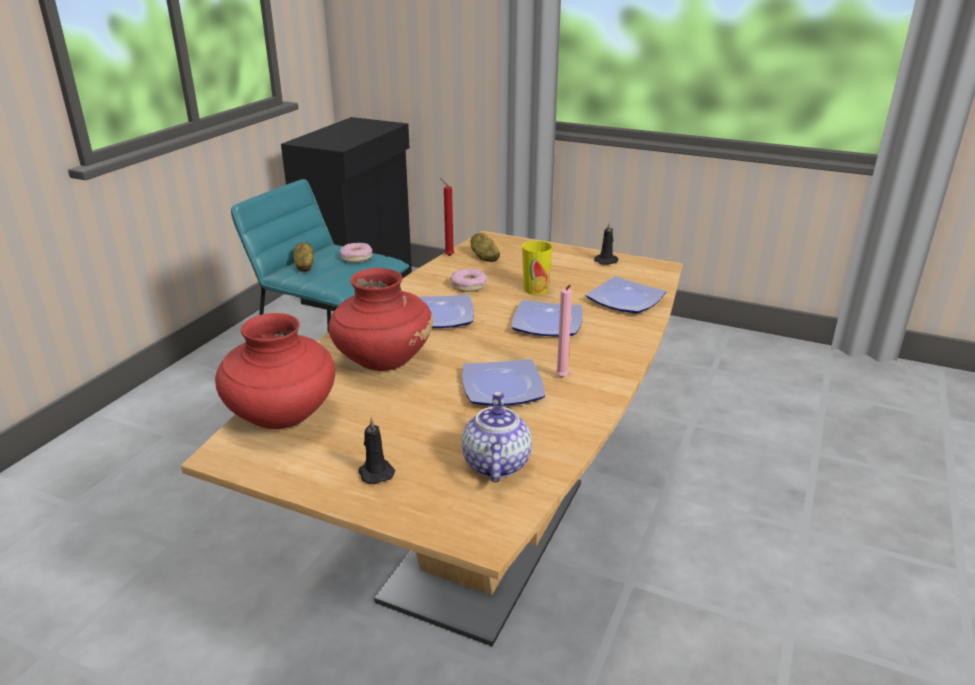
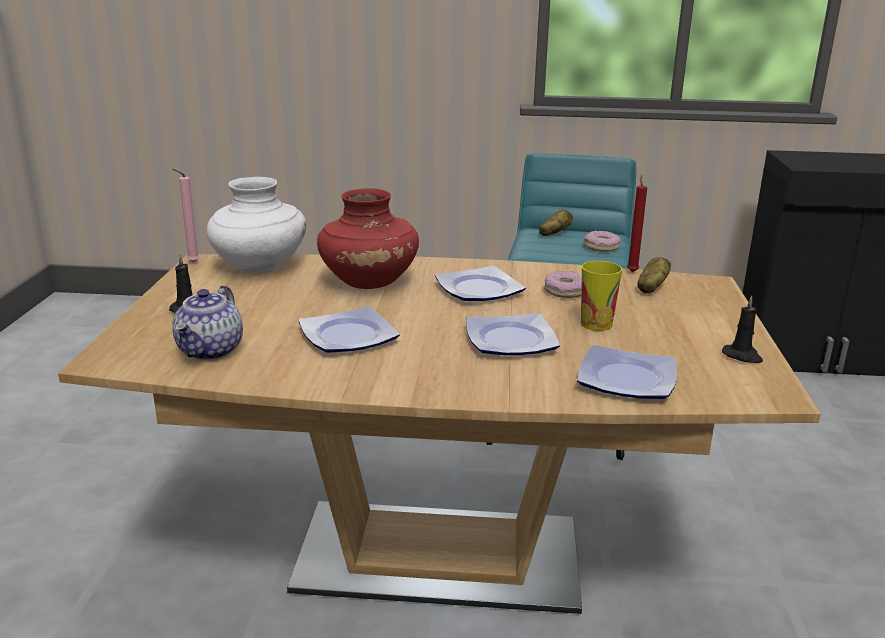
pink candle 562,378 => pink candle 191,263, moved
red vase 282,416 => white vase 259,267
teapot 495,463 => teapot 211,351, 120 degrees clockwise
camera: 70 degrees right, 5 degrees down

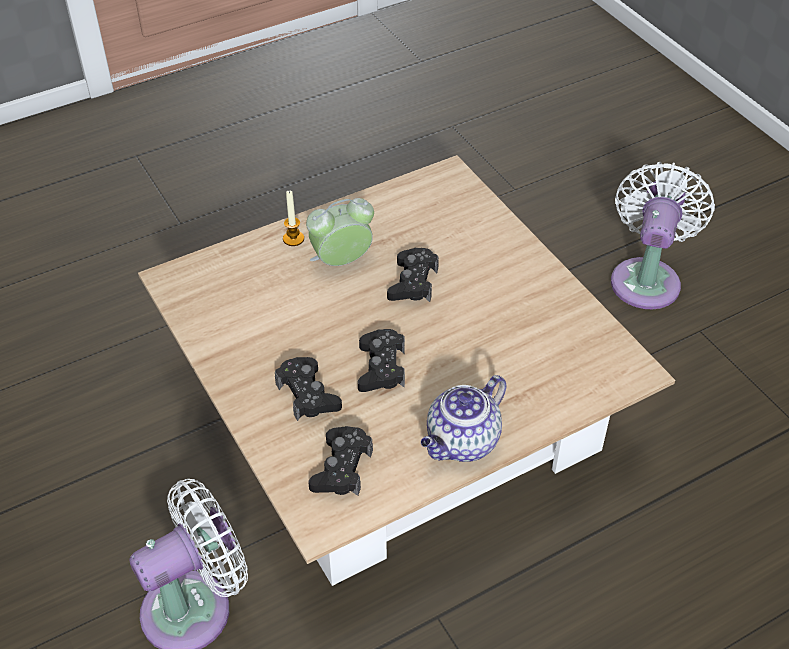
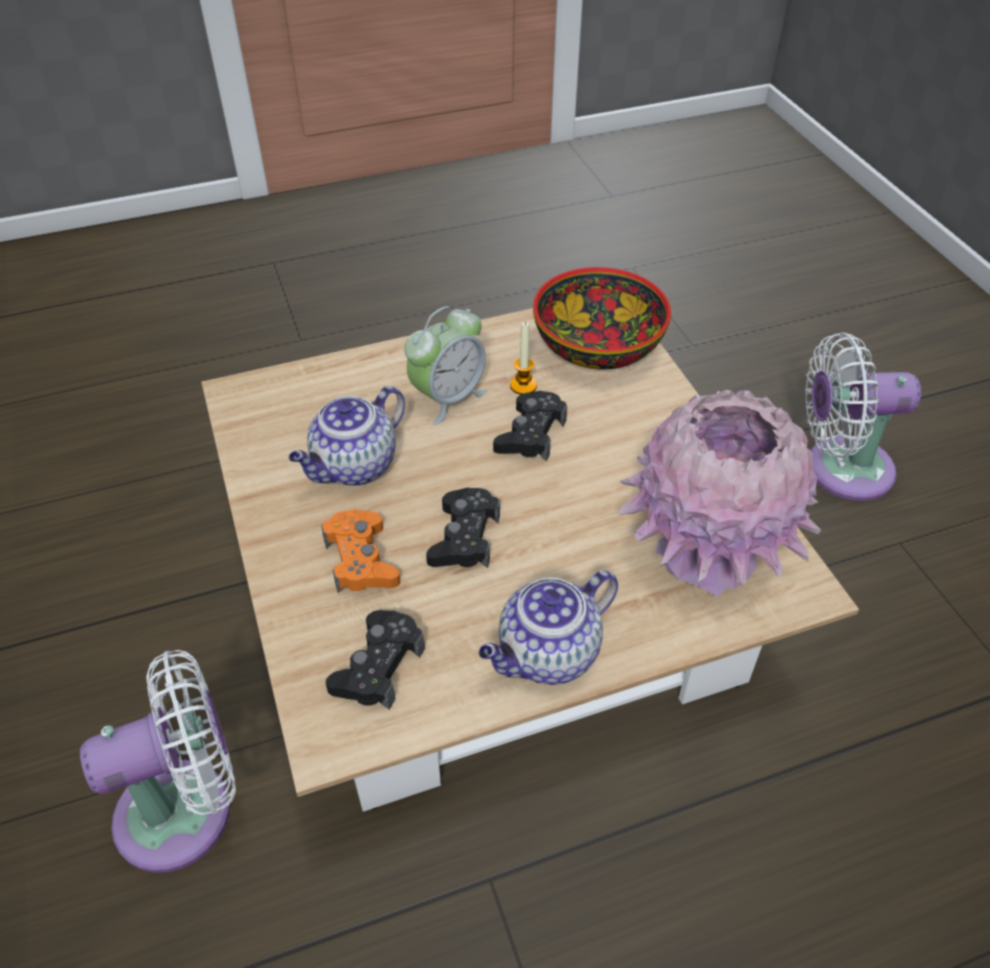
white fan 646,278 => white fan 839,469, 120 degrees counterclockwise
candle 293,239 => candle 523,385, moved
alarm clock 341,261 => alarm clock 448,398, 150 degrees clockwise
black game controller 308,395 => orange game controller 361,560
nothing => bowl 598,348
nothing => teapot 354,467
nothing => pink vase 706,555
camera: 10 degrees right, 0 degrees up

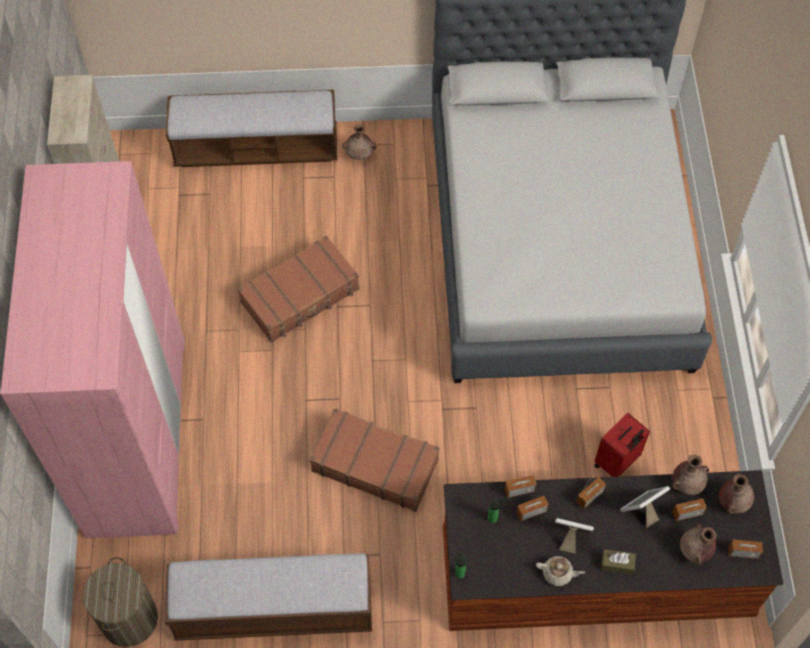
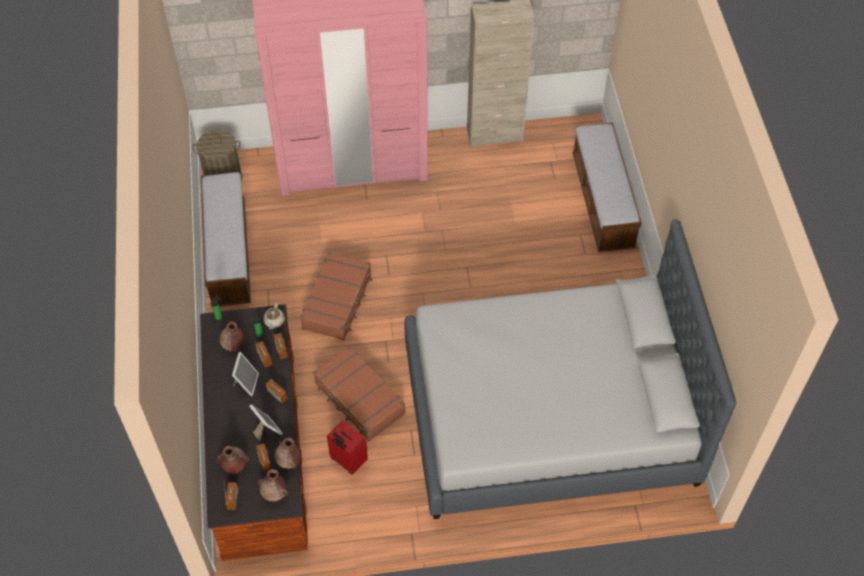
brown vase 360,155 => brown vase 233,345, moved
brown suitcase 301,296 => brown suitcase 359,399, moved
brown tissue box 617,564 => nothing
beige teapot 558,573 => beige teapot 274,321, moved
camera: 85 degrees right, 5 degrees down

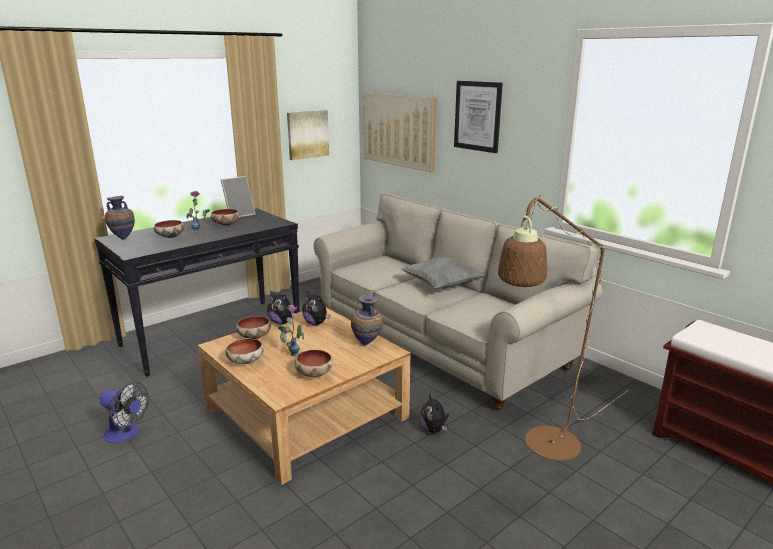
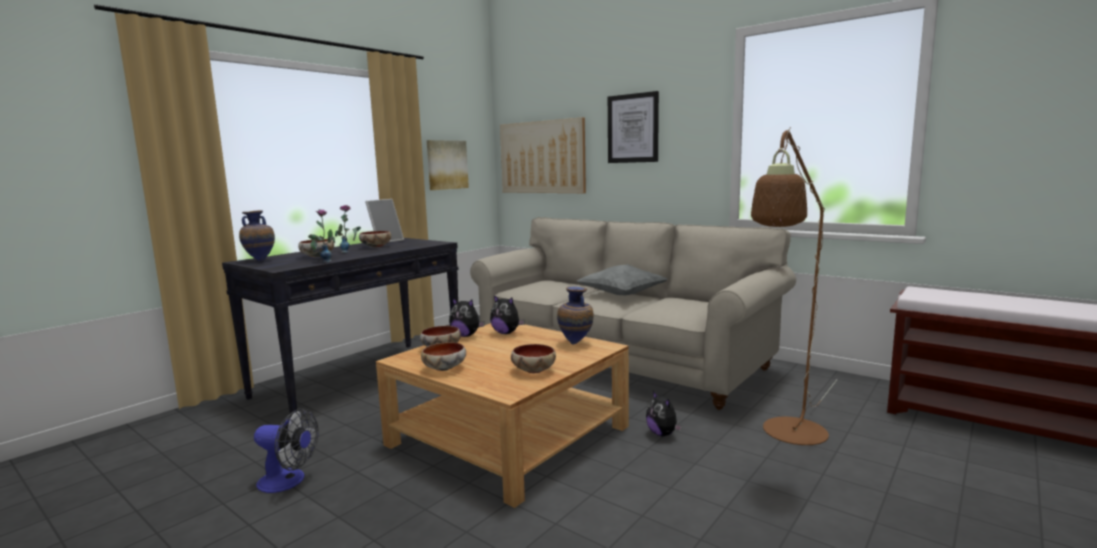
vase 292,352 => vase 323,261, moved
camera: 10 degrees left, 10 degrees down

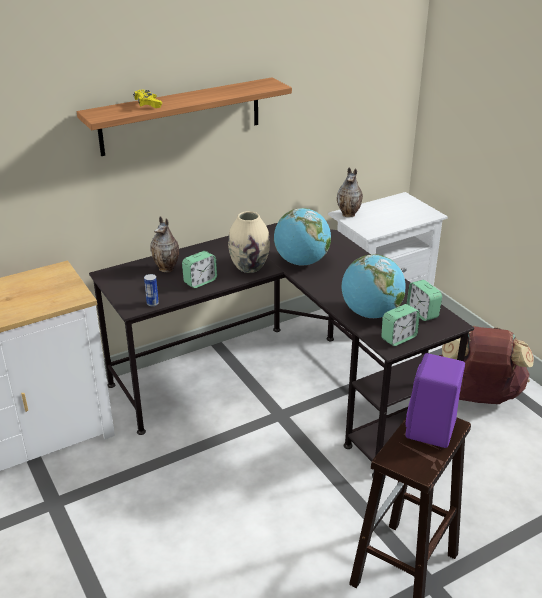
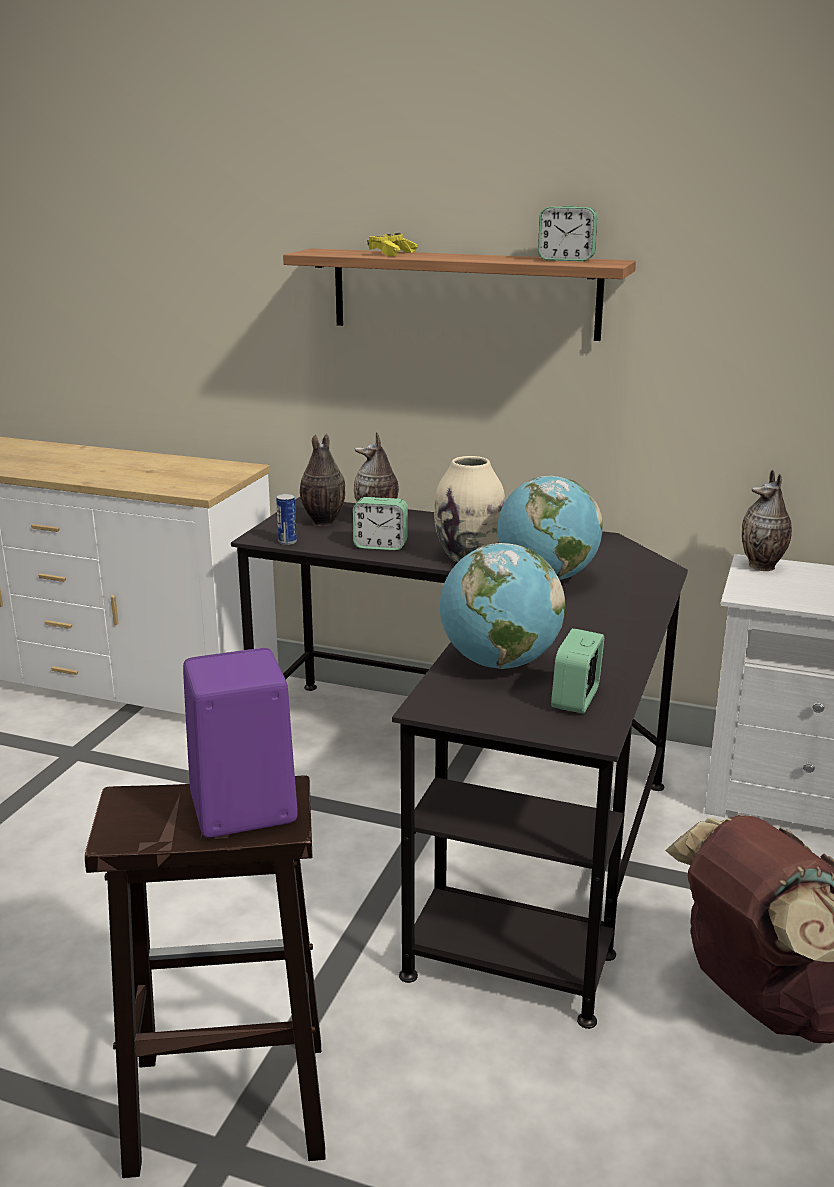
alarm clock 398,338 => alarm clock 566,259, moved
nothing => vase 322,522
camera: 50 degrees right, 10 degrees down

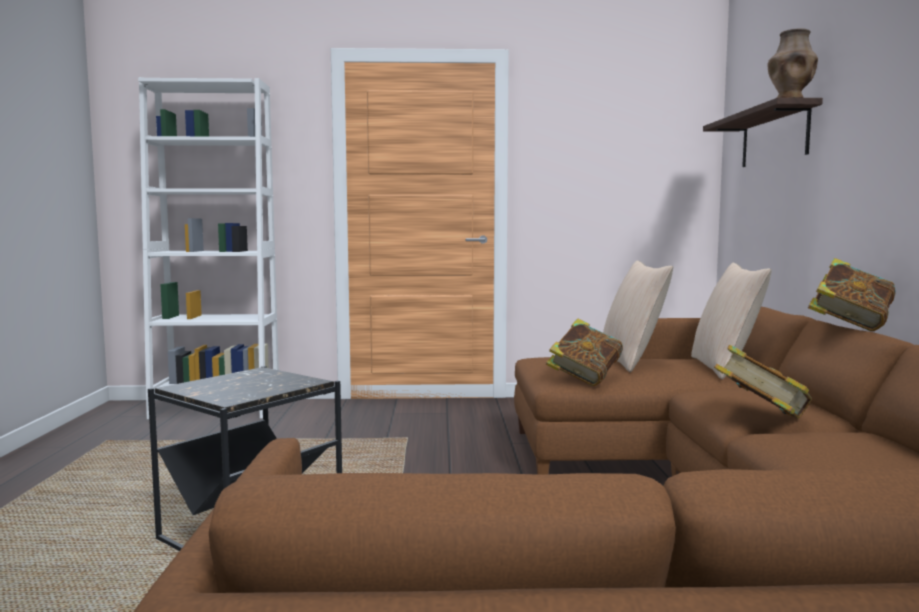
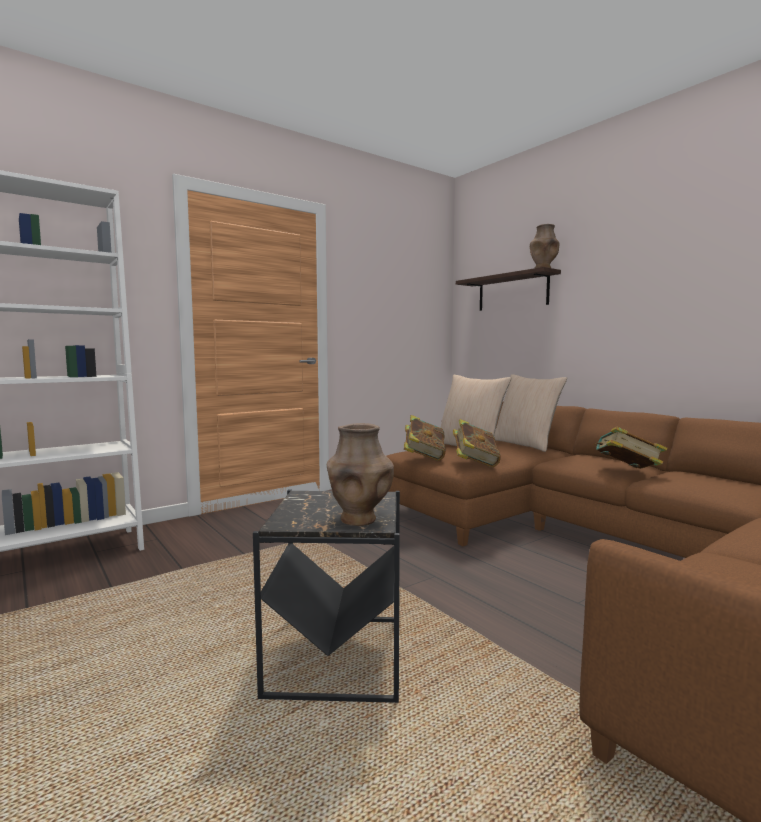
book 850,326 => book 424,457, moved
nothing => brown vase 358,520
camera: 35 degrees left, 0 degrees up

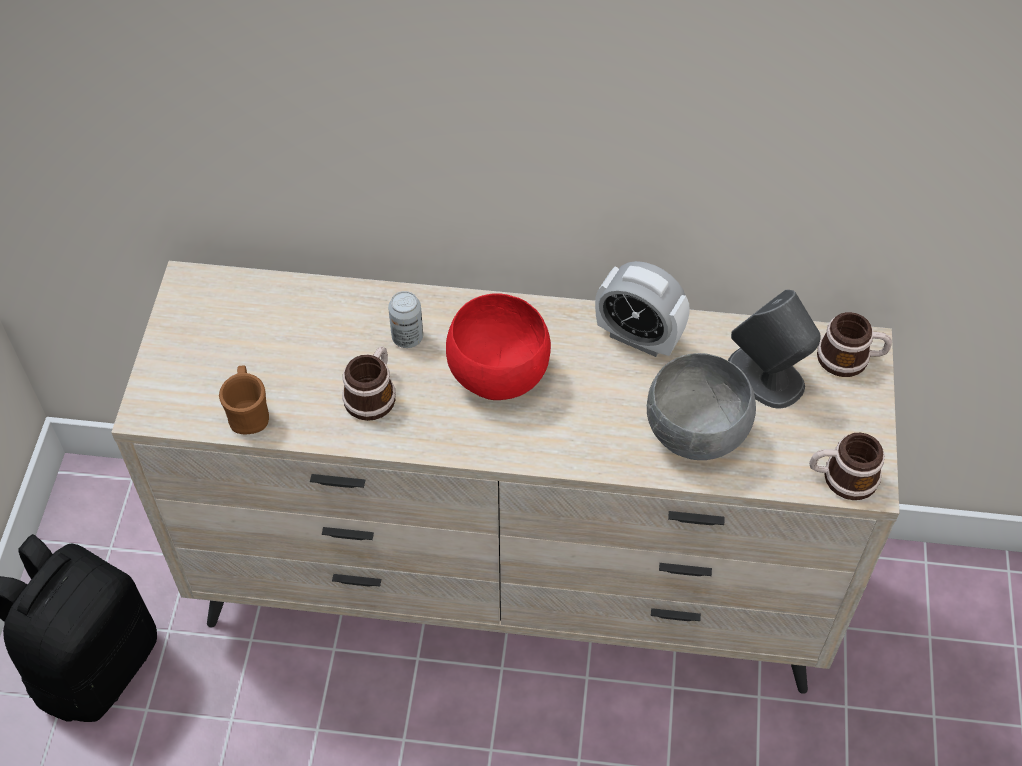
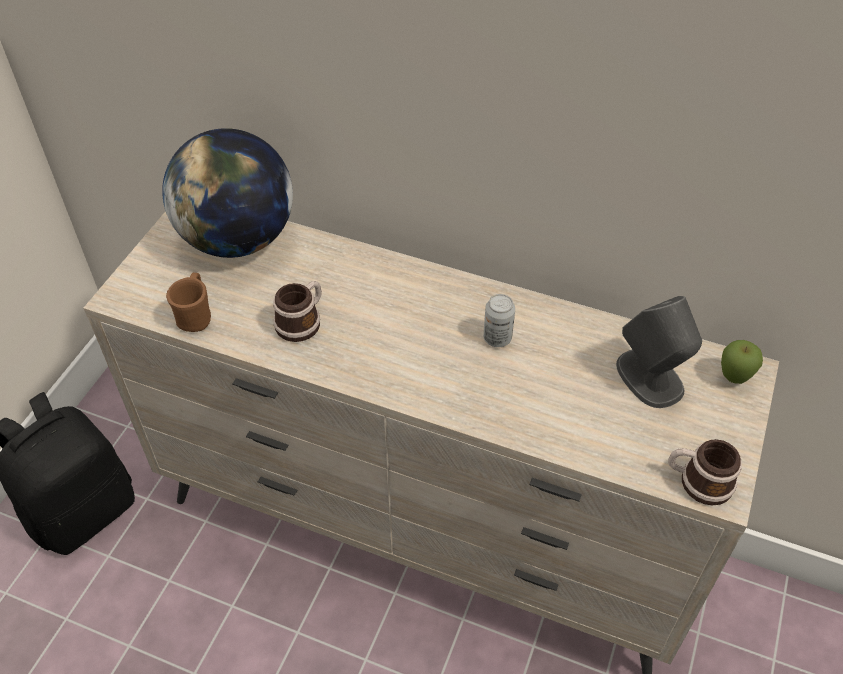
alarm clock 638,337 => nothing
can 407,337 => can 497,338, moved
red bowl 497,373 => nothing
mug 850,358 => apple 733,379
grey bowl 695,435 => nothing
nothing => globe 238,239
camera: 15 degrees right, 5 degrees down

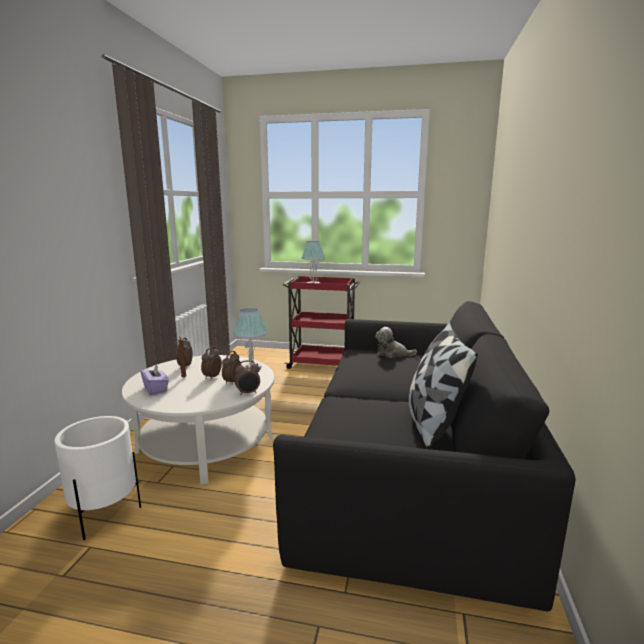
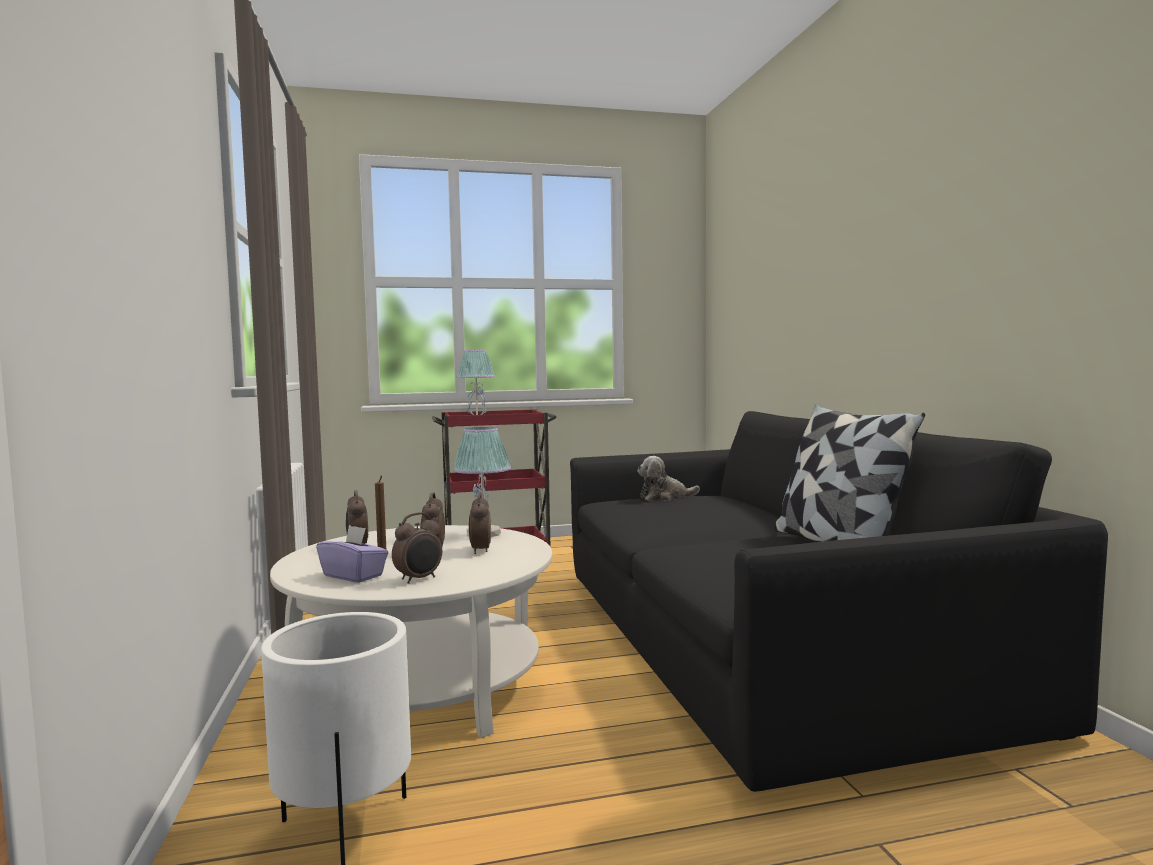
alarm clock 248,393 => alarm clock 419,579, moved
camera: 25 degrees left, 10 degrees down

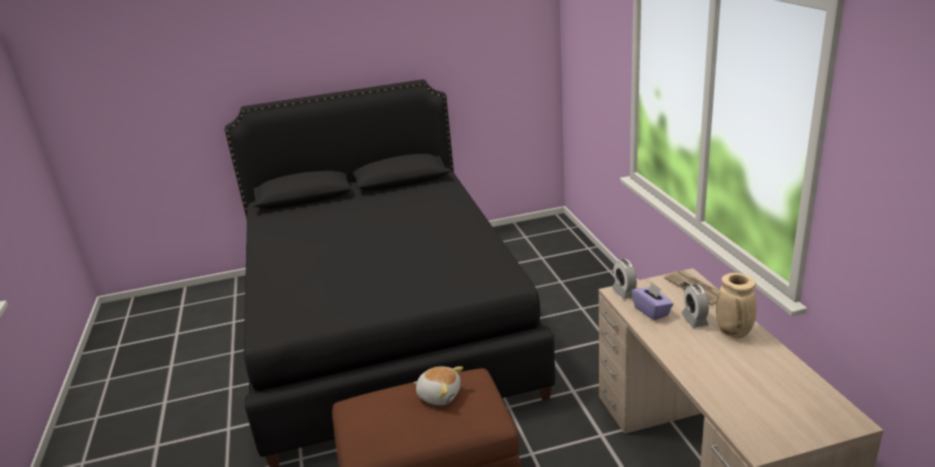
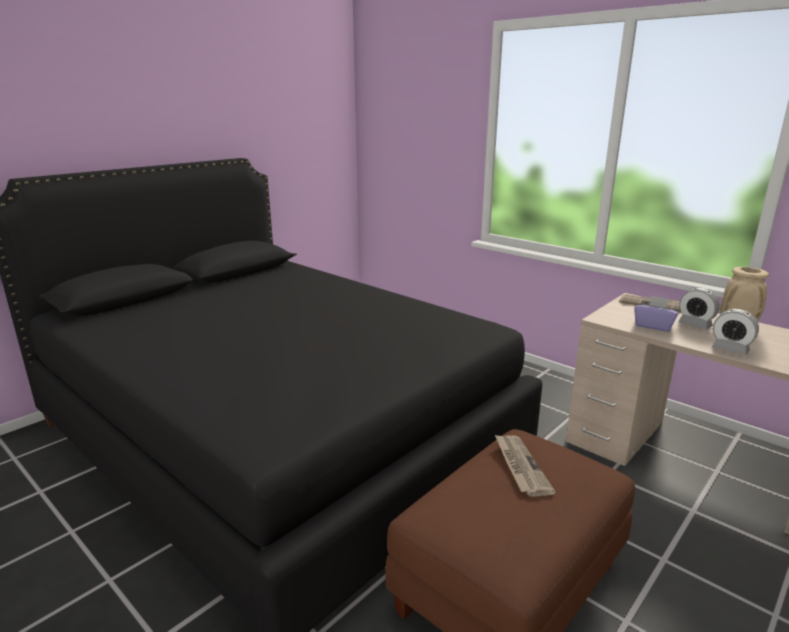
alarm clock 624,292 => alarm clock 730,349, moved
plush toy 439,394 => newspaper 520,466
camera: 35 degrees left, 5 degrees down

